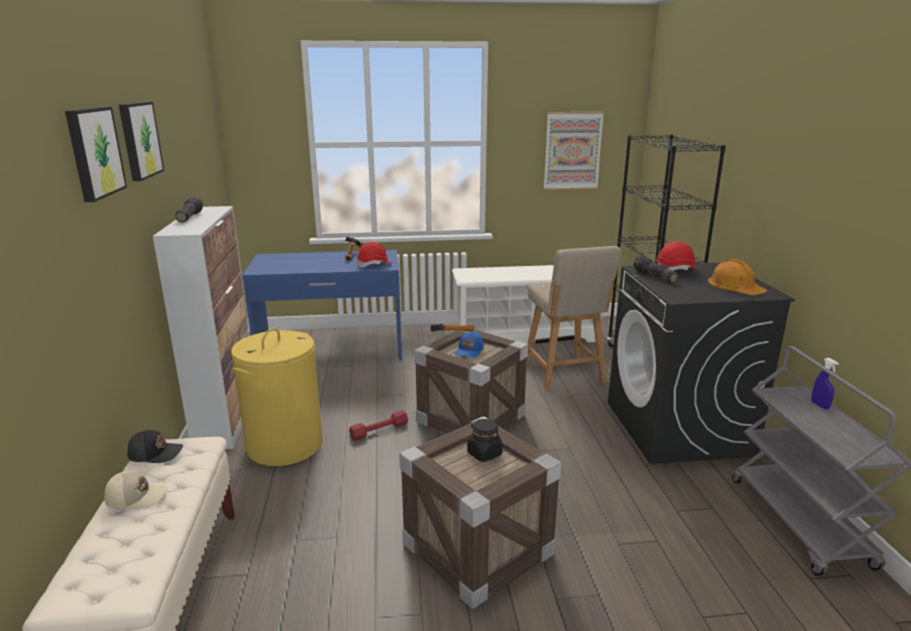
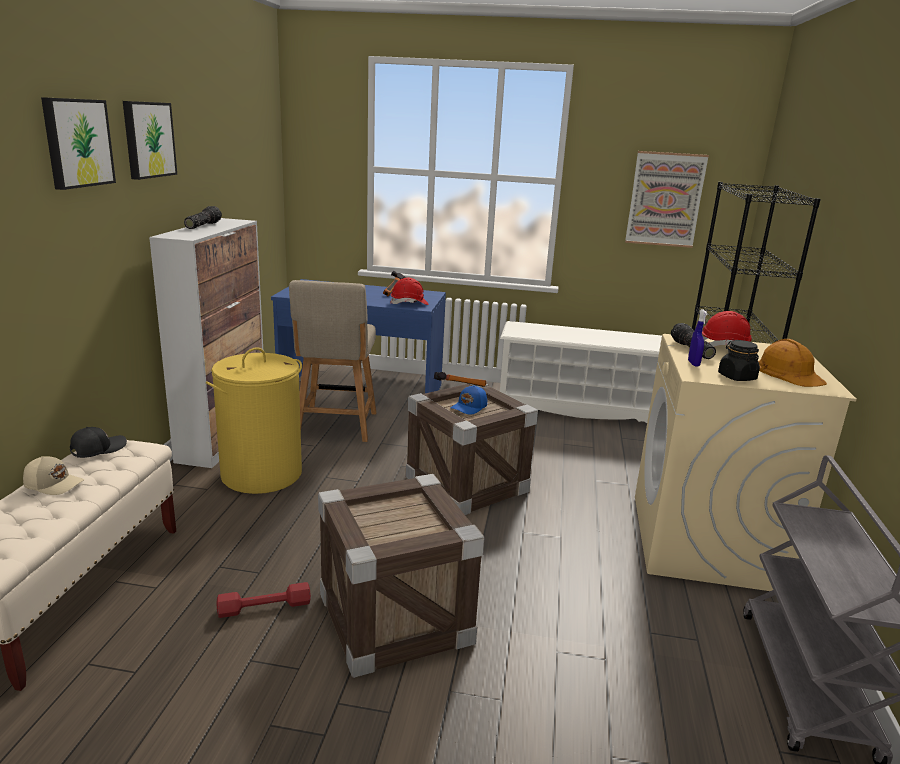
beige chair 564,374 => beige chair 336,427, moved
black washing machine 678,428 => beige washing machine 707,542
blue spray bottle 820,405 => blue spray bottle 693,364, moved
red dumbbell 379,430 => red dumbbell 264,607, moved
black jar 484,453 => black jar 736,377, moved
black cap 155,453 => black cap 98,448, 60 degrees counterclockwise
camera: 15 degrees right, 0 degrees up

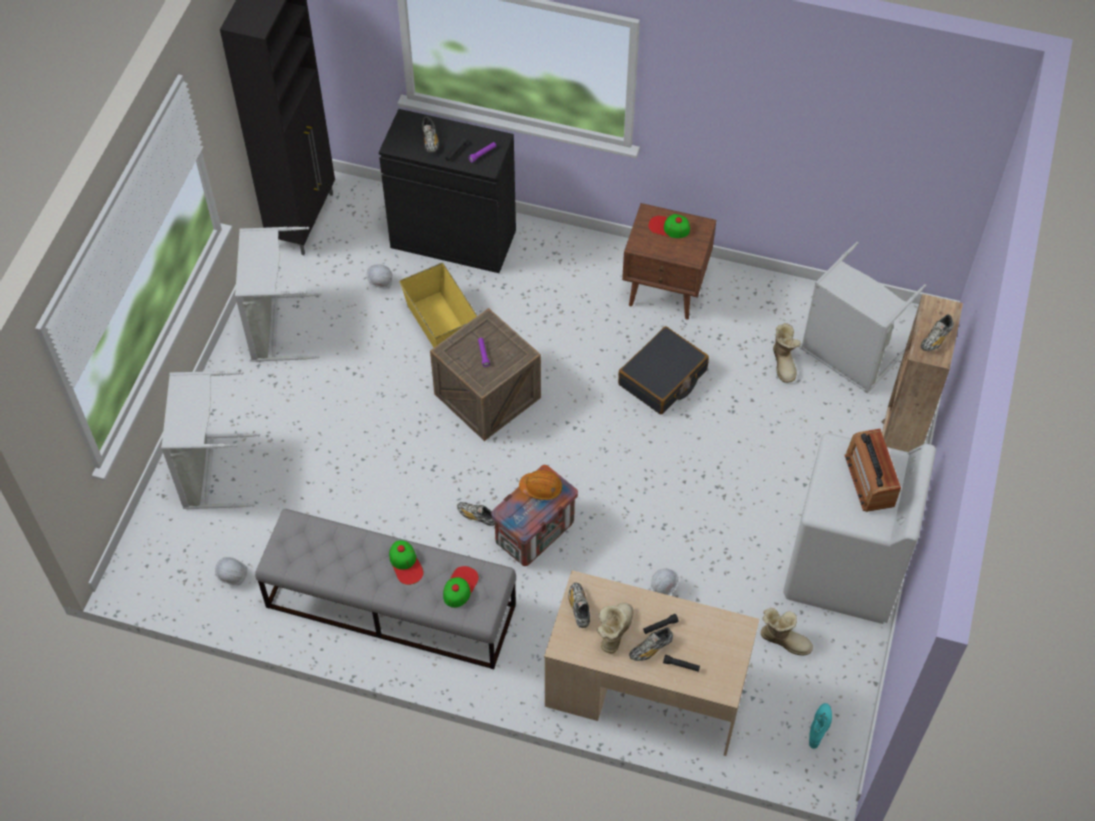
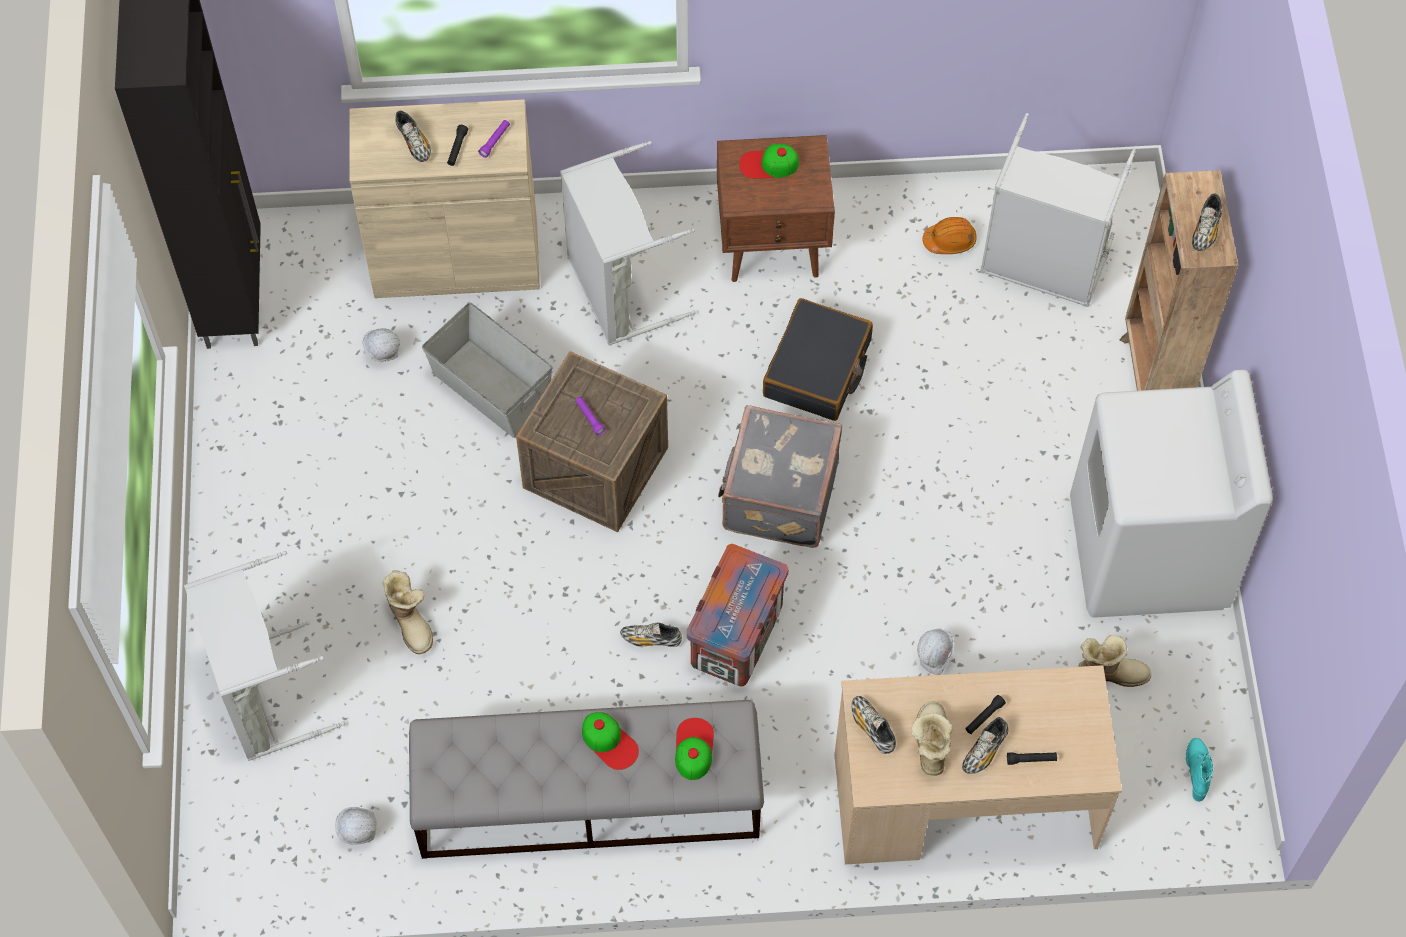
black cabinet 453,239 => beige cabinet 456,259
grey laundry basket 276,328 => grey laundry basket 617,291, moved
yellow storage box 441,325 => grey storage box 491,387
boot 784,363 => boot 412,622, moved
radio 869,480 => nothing
orange hard hat 541,488 => orange hard hat 950,240, moved
nothing => grey suitcase 777,495
camera: 20 degrees left, 5 degrees up

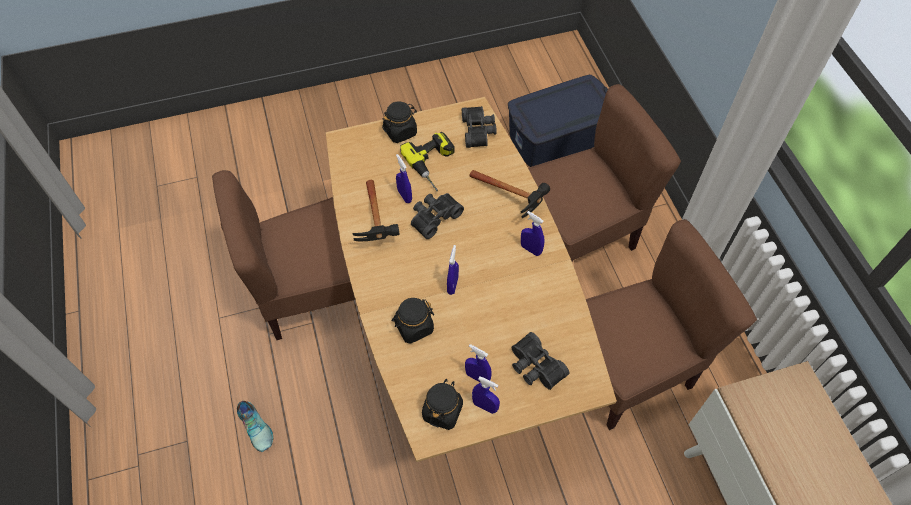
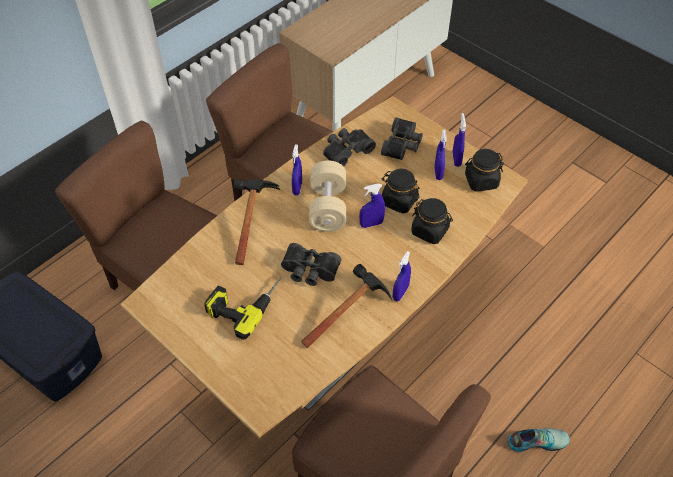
black jar 400,131 => black jar 399,201, moved
black binoculars 479,131 => black binoculars 346,150, moved
blue spray bottle 404,196 => blue spray bottle 400,293, moved
shoe 256,426 => shoe 537,440, 60 degrees clockwise
nothing => beige dumbbell 328,207
camera: 120 degrees left, 5 degrees down

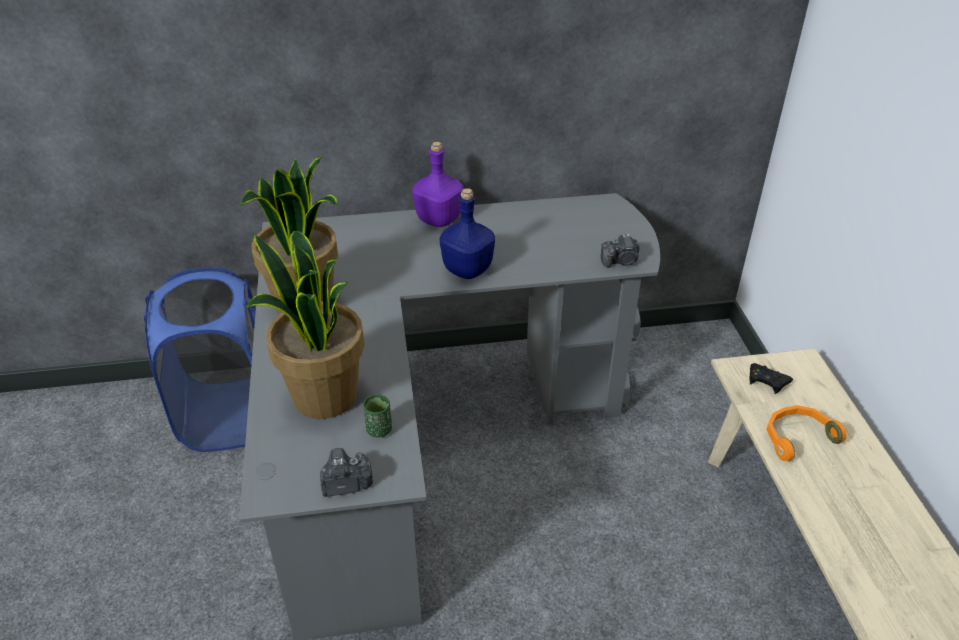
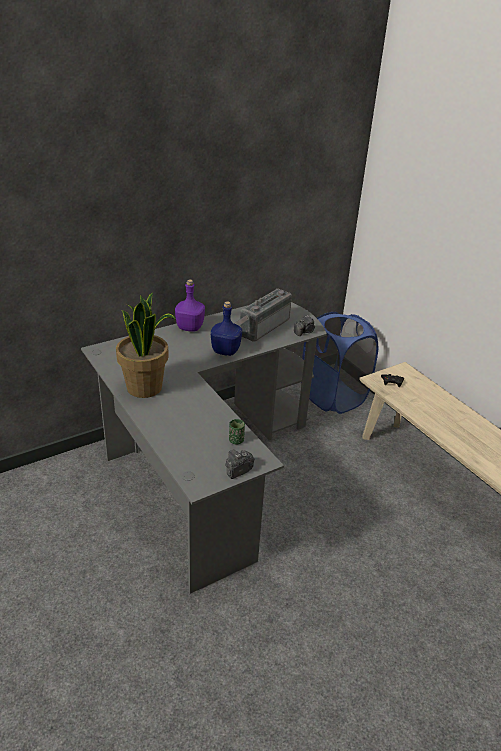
potted plant 323,397 => nothing
blue laundry basket 228,416 => blue laundry basket 333,397, moved
orange headphones 797,437 => nothing
nothing => radio 262,326
camera: 25 degrees left, 5 degrees down

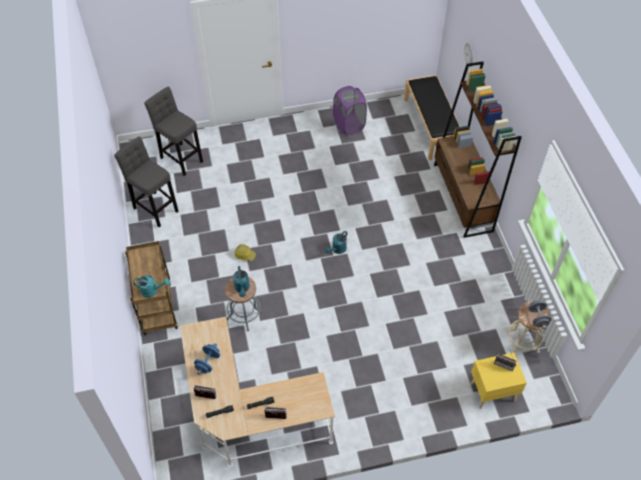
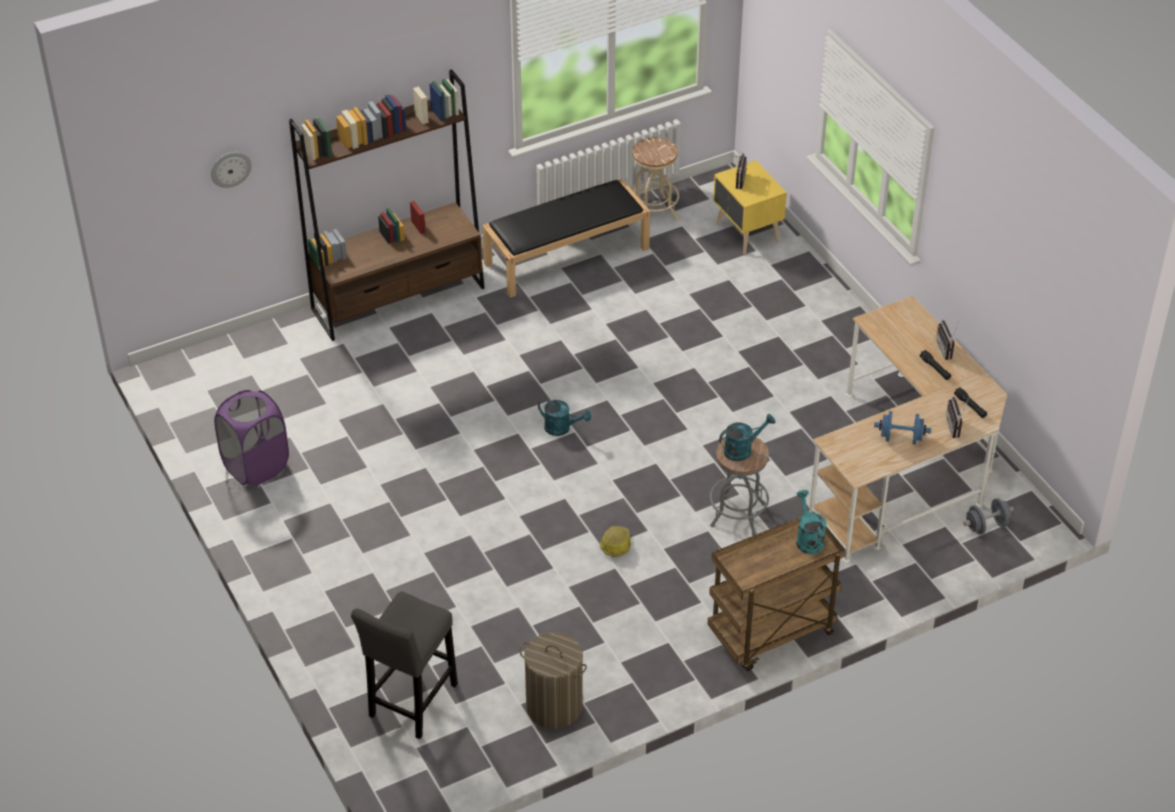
black bench 431,126 => black bench 567,255, moved
grey stool 154,208 => laundry basket 554,707
grey dumbbell 537,318 => grey dumbbell 986,526, moved
camera: 105 degrees left, 10 degrees down

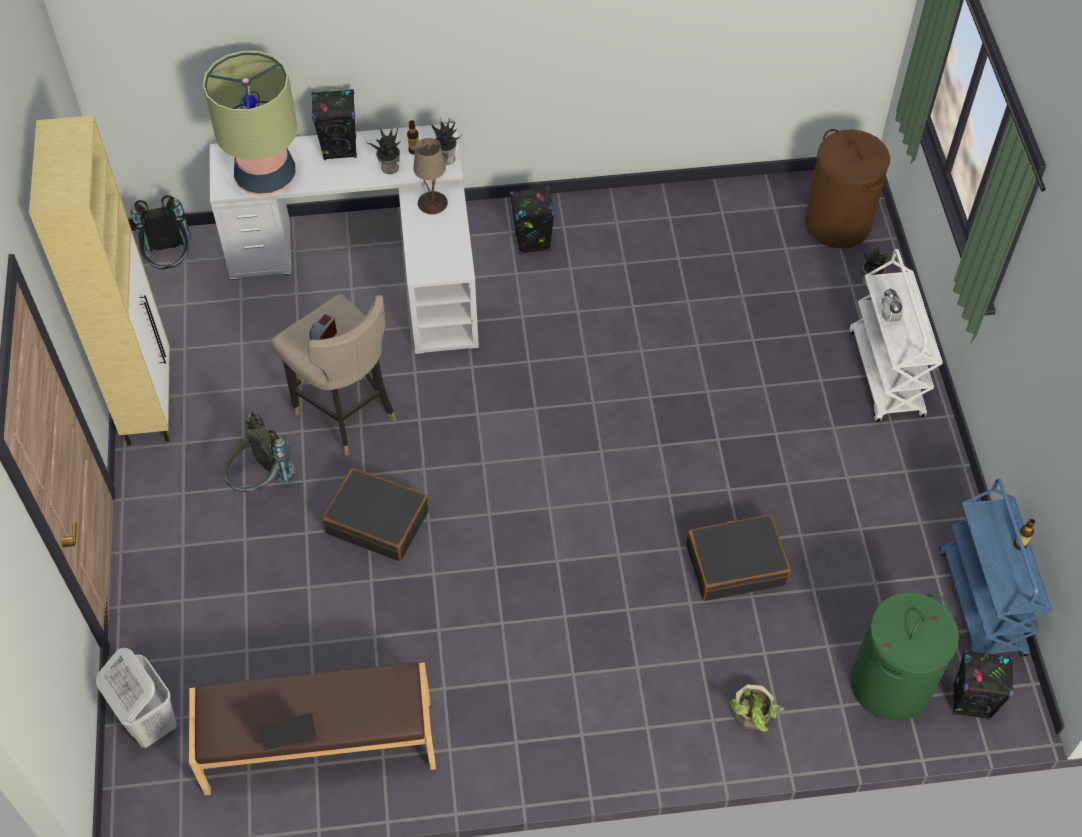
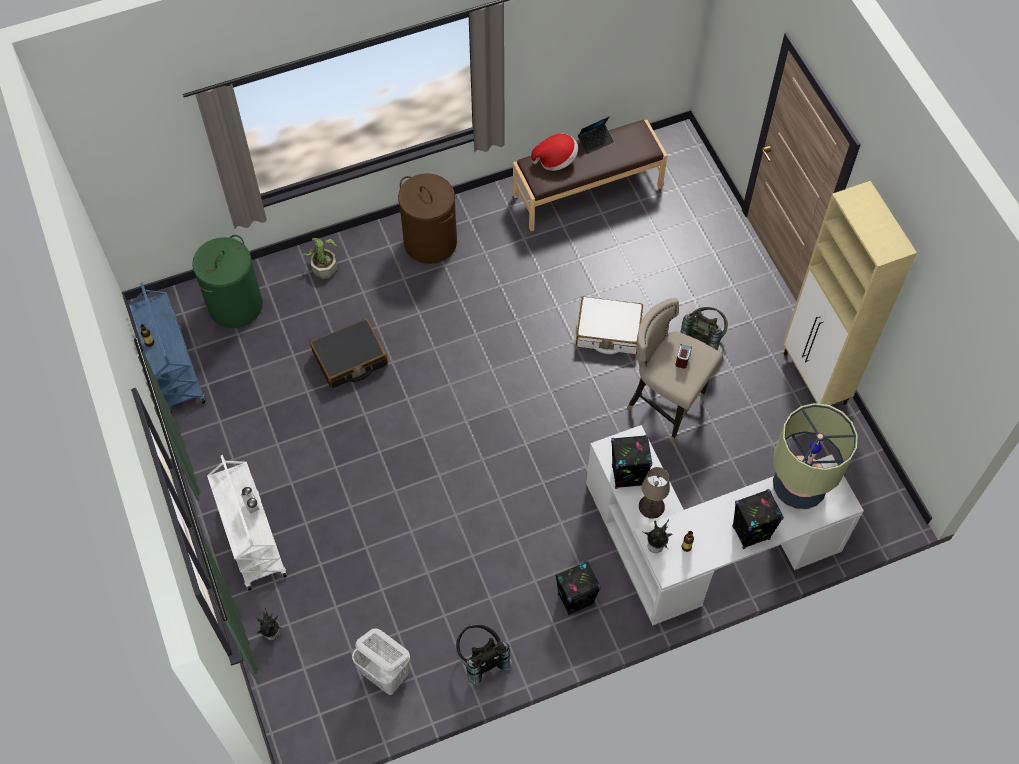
potted plant 389,168 => nothing
brown laundry basket 838,223 => brown laundry basket 430,242, moved
black backpack 170,263 => black backpack 481,659, moved
black suitcase 378,521 => white suitcase 608,331
white laundry basket 149,722 => white laundry basket 386,675, moved
black speaker 971,702 => black speaker 627,476, moved
nothing => hat 556,160
camera: 165 degrees right, 5 degrees up

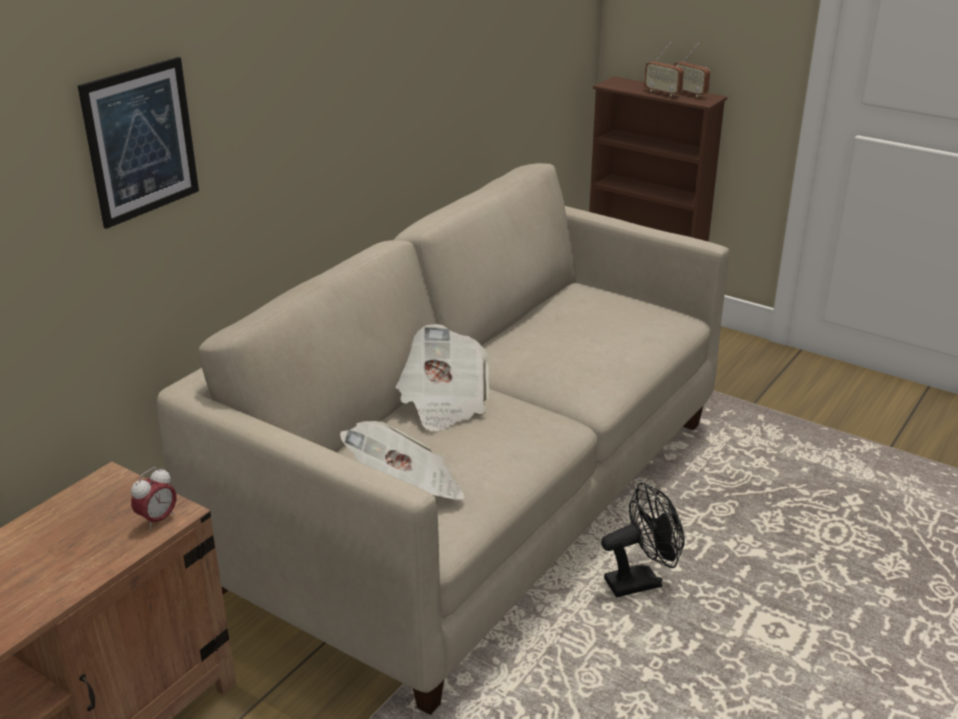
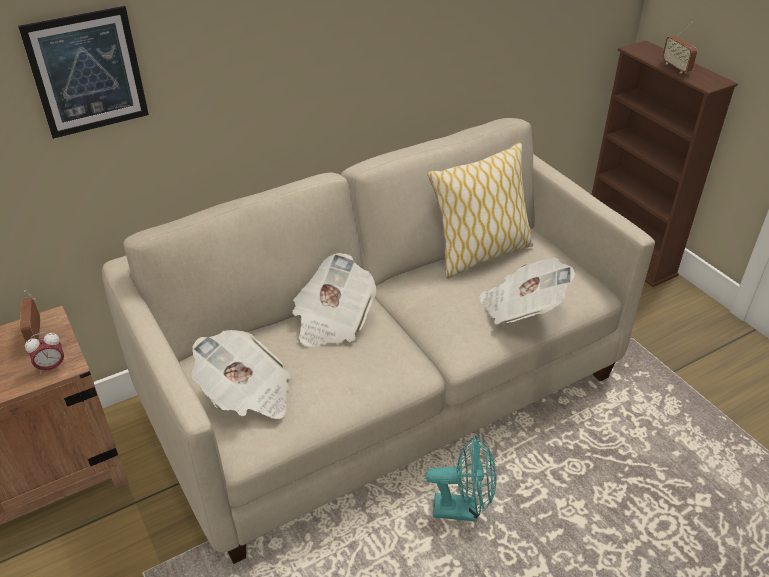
radio 689,93 => radio 36,335, moved
black fan 640,581 => turquoise fan 463,509
nothing => pillow 480,254
nothing => newspaper 521,308
camera: 25 degrees right, 10 degrees up

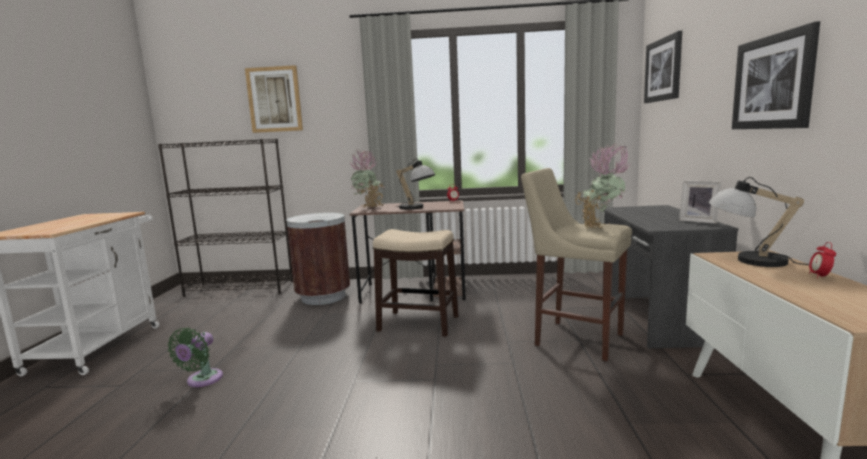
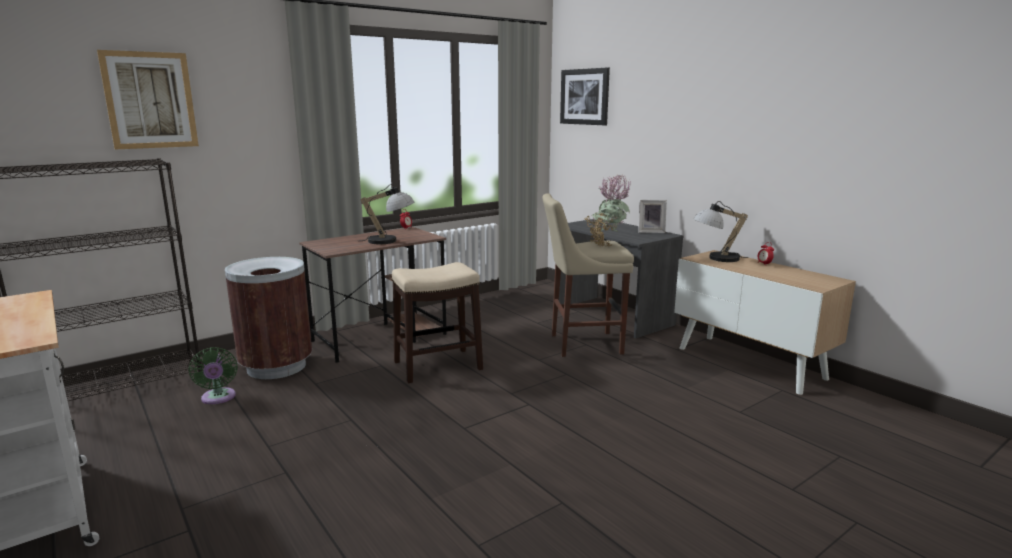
picture 773,82 => nothing
potted plant 370,208 => nothing
green fan 202,380 => green fan 218,398, moved
camera: 40 degrees left, 5 degrees up

